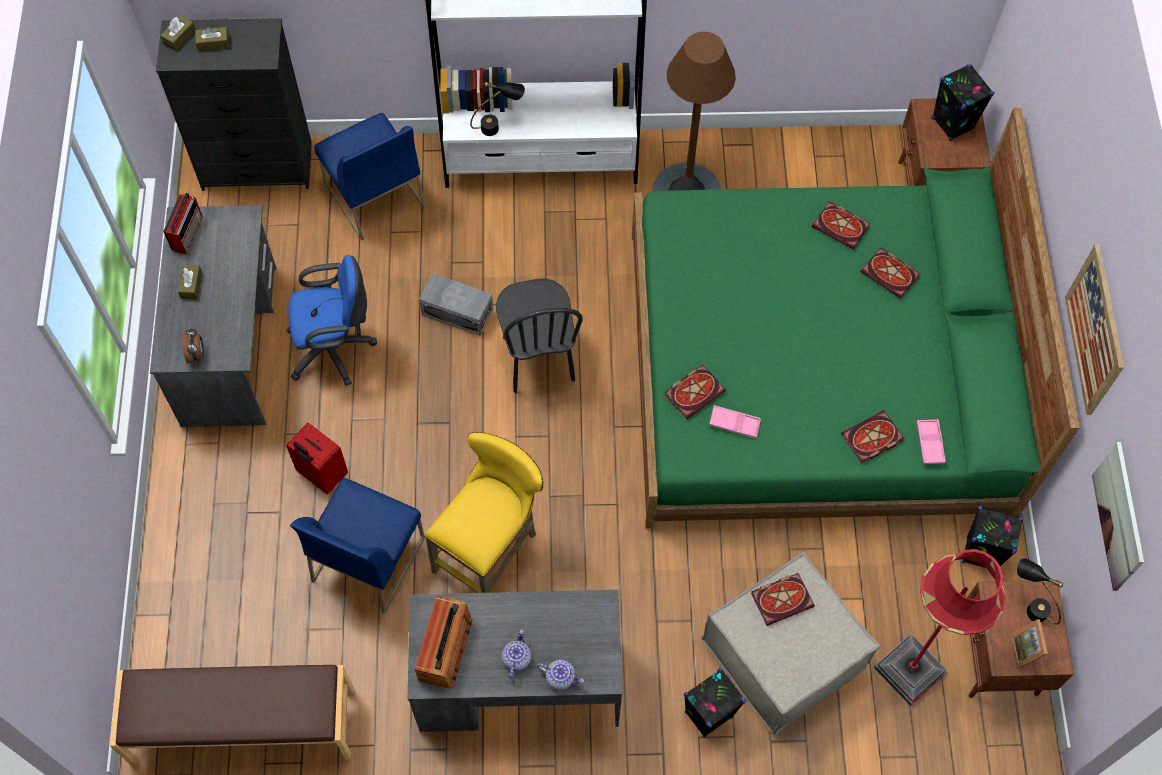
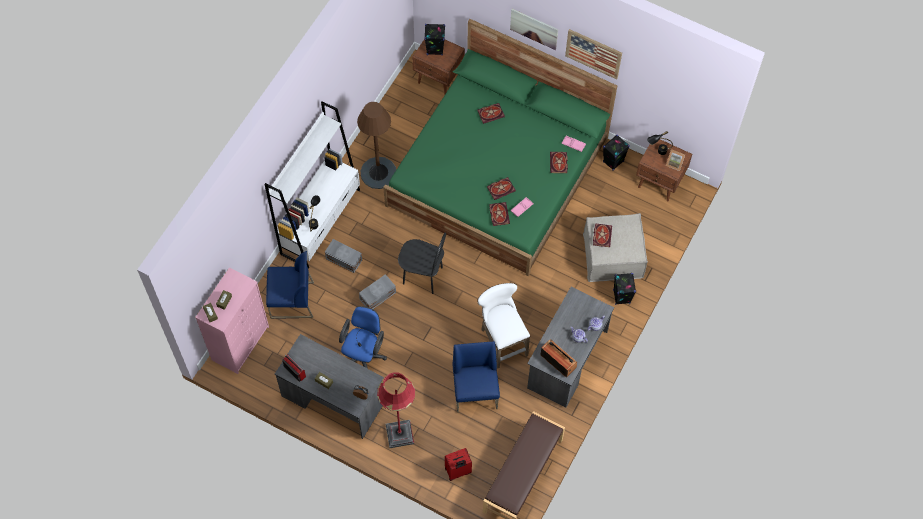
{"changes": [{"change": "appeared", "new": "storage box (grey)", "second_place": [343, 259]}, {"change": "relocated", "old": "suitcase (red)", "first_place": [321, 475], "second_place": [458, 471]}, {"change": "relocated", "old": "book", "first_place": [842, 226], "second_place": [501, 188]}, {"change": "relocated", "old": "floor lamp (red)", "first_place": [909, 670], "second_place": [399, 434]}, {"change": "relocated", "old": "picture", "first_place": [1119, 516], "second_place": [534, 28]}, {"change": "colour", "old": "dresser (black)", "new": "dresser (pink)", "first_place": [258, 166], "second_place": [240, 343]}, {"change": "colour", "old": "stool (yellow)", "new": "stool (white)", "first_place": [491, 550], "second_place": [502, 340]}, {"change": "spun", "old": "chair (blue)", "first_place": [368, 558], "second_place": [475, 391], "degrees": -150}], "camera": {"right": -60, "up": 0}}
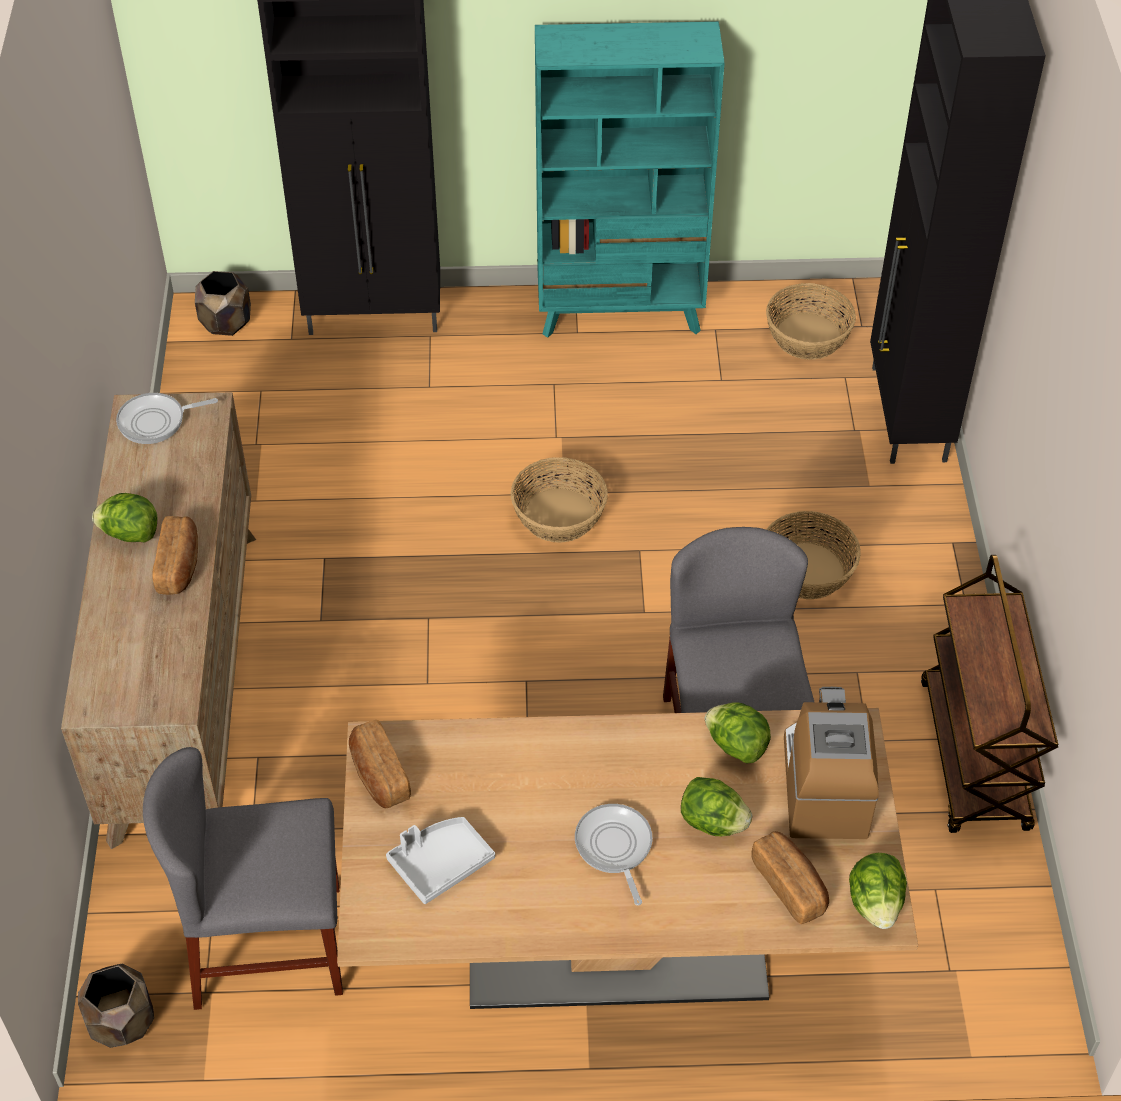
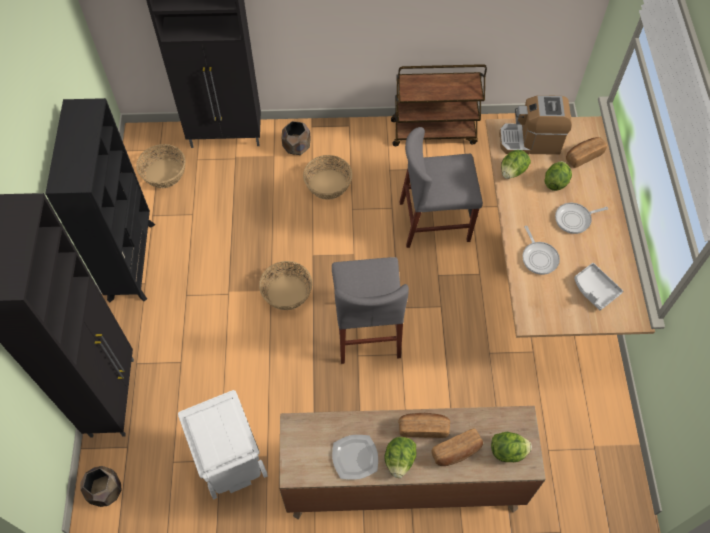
{"changes": [{"change": "appeared", "new": "trash can (white)", "second_place": [232, 465]}, {"change": "appeared", "new": "plate", "second_place": [355, 458]}, {"change": "relocated", "old": "planter (brown)", "first_place": [122, 1023], "second_place": [297, 147]}, {"change": "relocated", "old": "frying pan", "first_place": [156, 421], "second_place": [539, 257]}, {"change": "relocated", "old": "chair (grey)", "first_place": [269, 946], "second_place": [367, 329]}, {"change": "relocated", "old": "bread", "first_place": [379, 775], "second_place": [456, 452]}, {"change": "relocated", "old": "lettuce", "first_place": [875, 903], "second_place": [508, 451]}, {"change": "colour", "old": "bookcase (turquoise)", "new": "bookcase (black)", "first_place": [621, 313], "second_place": [132, 260]}], "camera": {"right": -90, "up": 10}}
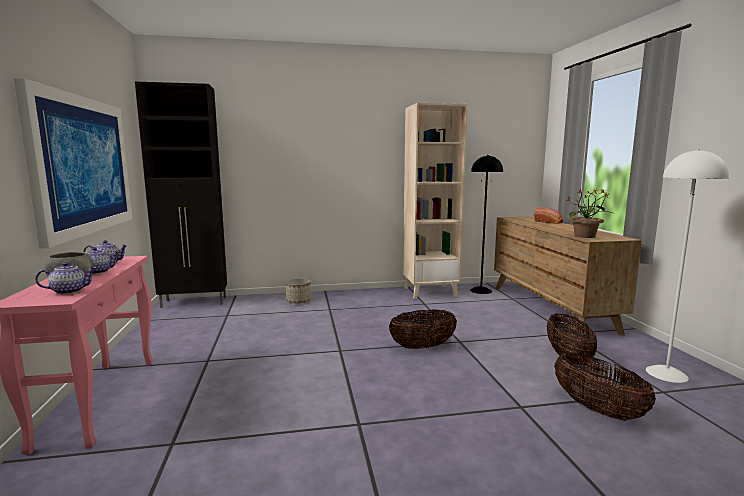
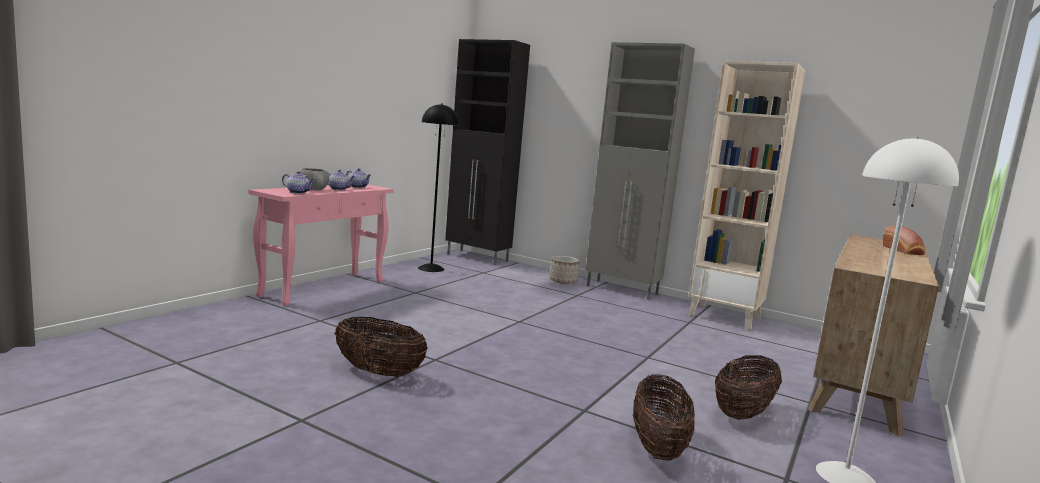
{"changes": [{"change": "missing", "old": "picture", "first_place": [83, 165]}, {"change": "missing", "old": "potted plant", "first_place": [585, 236]}, {"change": "appeared", "new": "cabinet (grey)", "second_place": [622, 290]}, {"change": "relocated", "old": "basket", "first_place": [422, 347], "second_place": [379, 372]}, {"change": "relocated", "old": "floor lamp (black)", "first_place": [481, 290], "second_place": [431, 268]}], "camera": {"right": 40, "up": 0}}
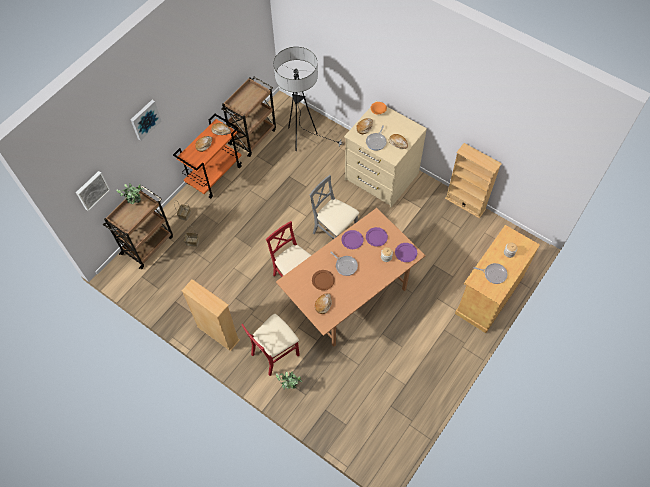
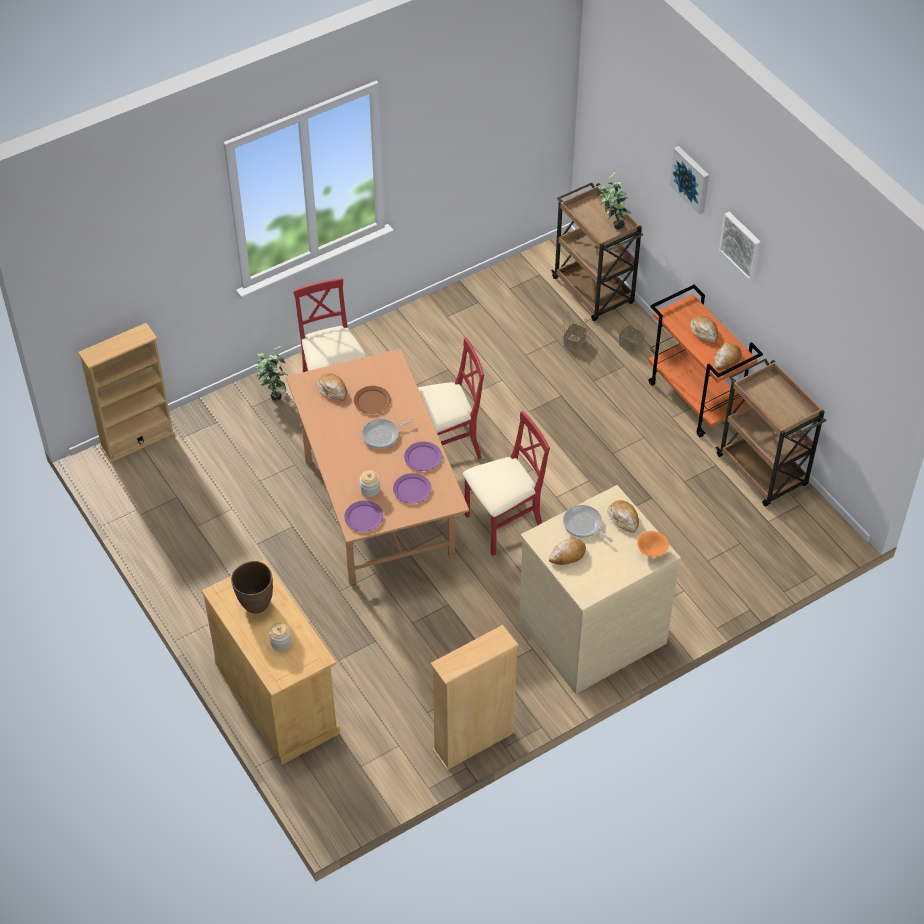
{"changes": [{"change": "missing", "old": "floor lamp", "first_place": [302, 139]}, {"change": "relocated", "old": "picture", "first_place": [92, 190], "second_place": [742, 245]}, {"change": "relocated", "old": "bookcase (beige)", "first_place": [218, 333], "second_place": [137, 440]}, {"change": "exchanged", "old": "frying pan", "new": "vase (brown)", "first_place": [493, 274], "second_place": [256, 604]}, {"change": "colour", "old": "chair (grey)", "new": "chair (red)", "first_place": [334, 233], "second_place": [503, 524]}], "camera": {"right": 110, "up": -10}}
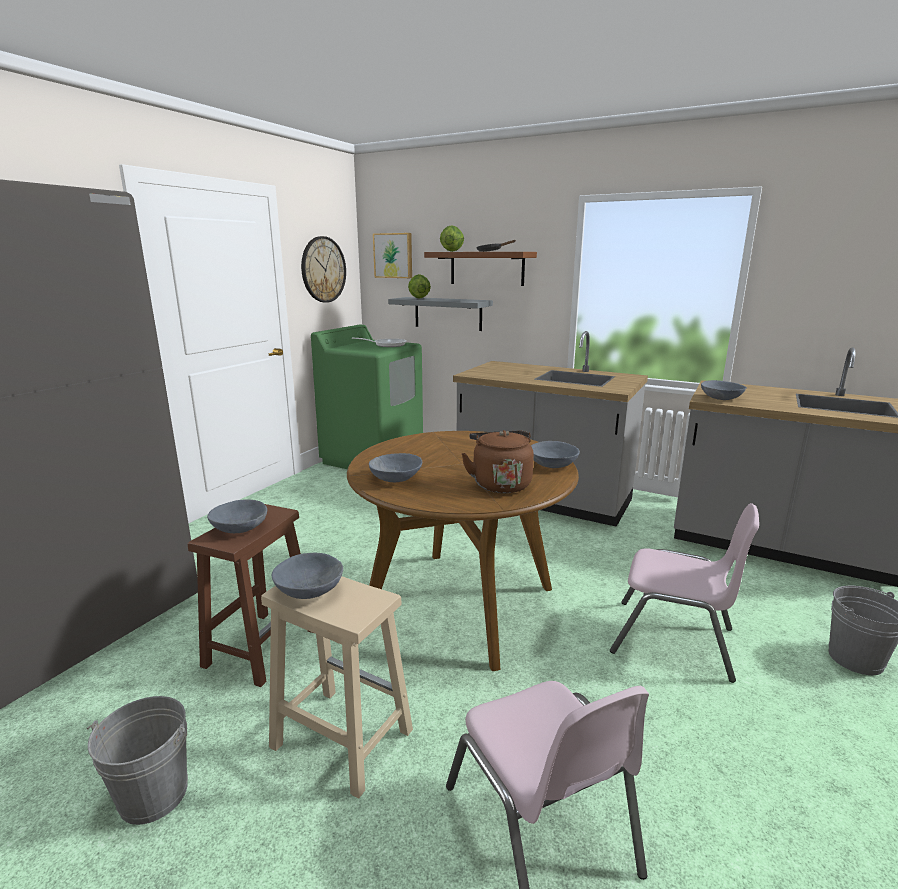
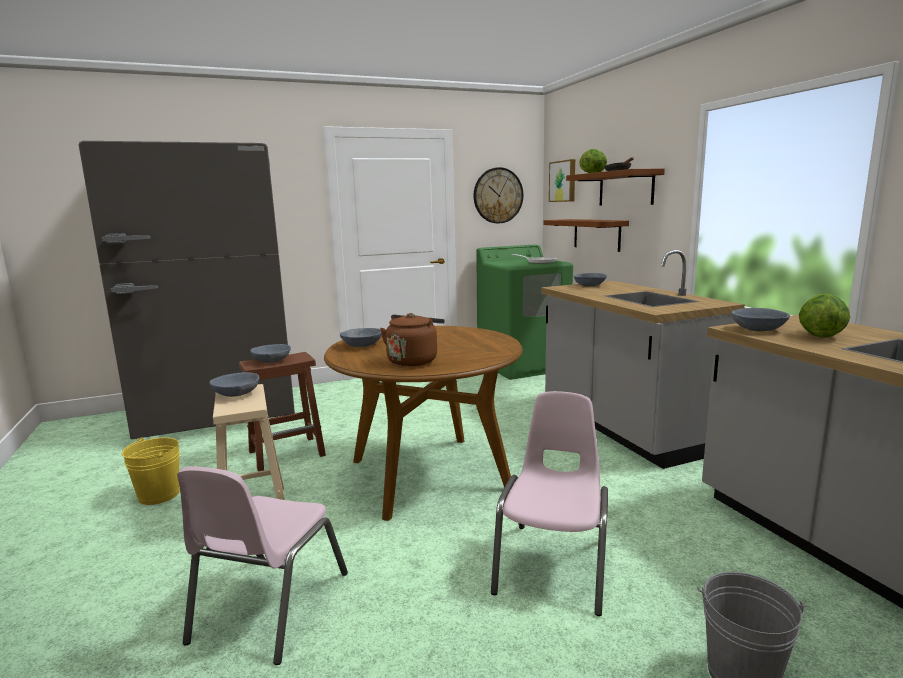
{"changes": [{"change": "relocated", "old": "lettuce", "first_place": [418, 298], "second_place": [819, 336]}, {"change": "relocated", "old": "bowl (grey)", "first_place": [553, 465], "second_place": [590, 286]}, {"change": "colour", "old": "bucket (grey)", "new": "bucket (yellow)", "first_place": [153, 795], "second_place": [159, 495]}, {"change": "colour", "old": "shelf (grey)", "new": "shelf (brown)", "first_place": [448, 313], "second_place": [596, 234]}, {"change": "spun", "old": "chair (pink)", "first_place": [673, 640], "second_place": [554, 565], "degrees": -135}], "camera": {"right": 40, "up": -5}}
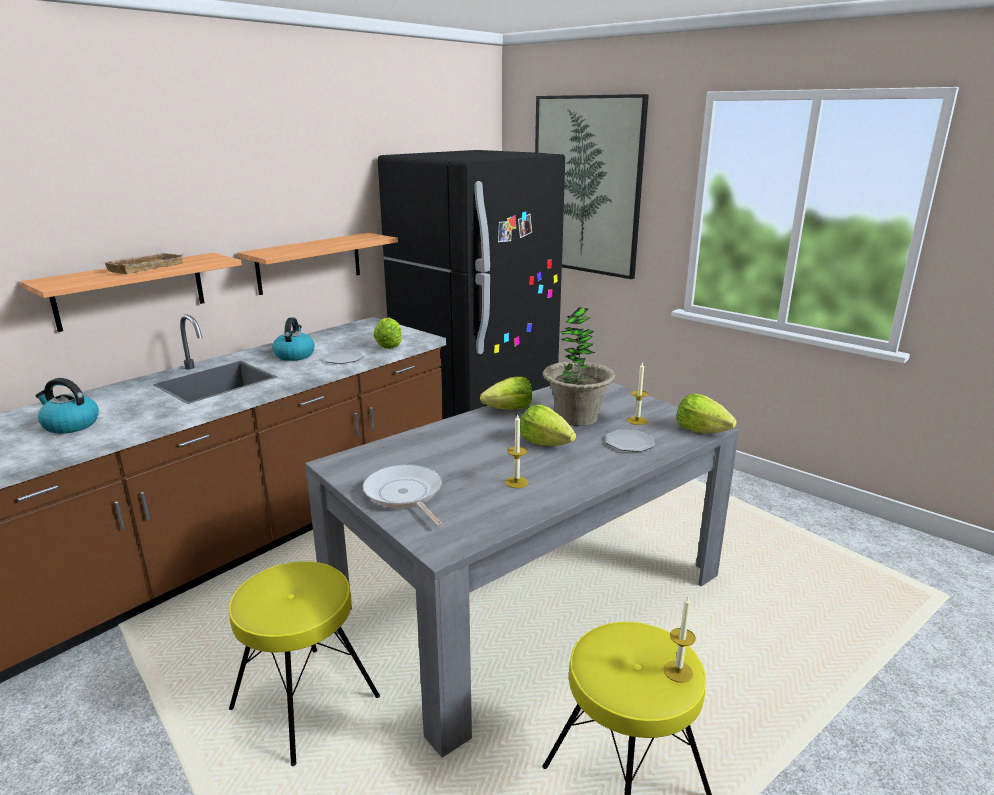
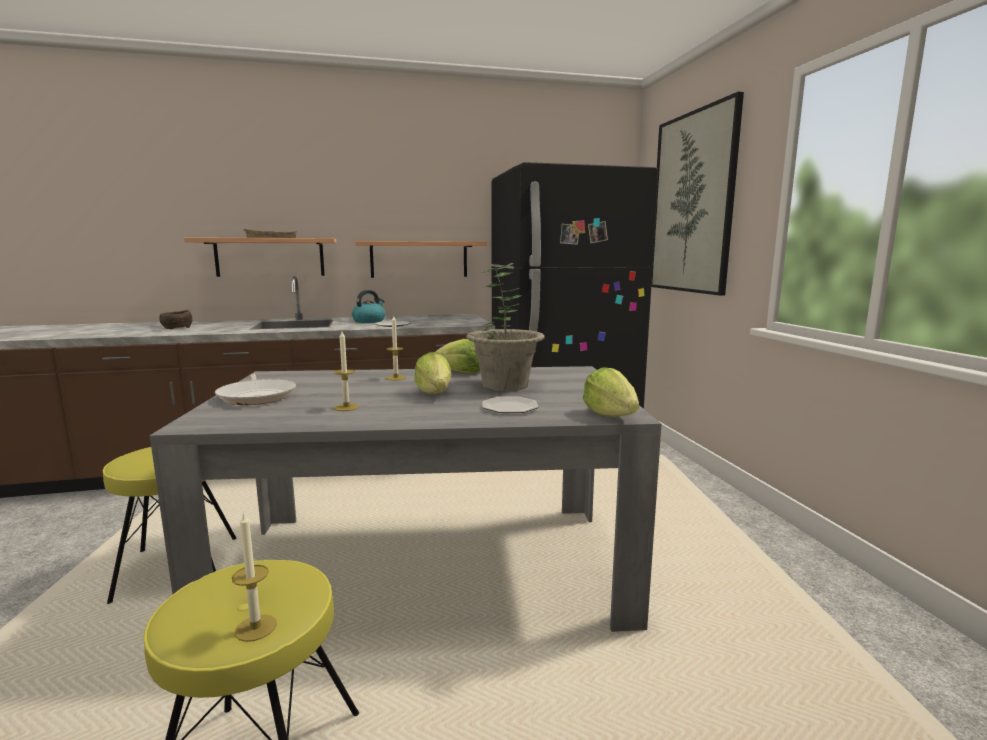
{"changes": [{"change": "missing", "old": "lettuce", "first_place": [389, 345]}, {"change": "relocated", "old": "candle", "first_place": [637, 421], "second_place": [396, 378]}, {"change": "exchanged", "old": "kettle", "new": "bowl (brown)", "first_place": [70, 425], "second_place": [176, 328]}, {"change": "spun", "old": "frying pan", "first_place": [405, 495], "second_place": [257, 396], "degrees": 150}], "camera": {"right": 35, "up": -10}}
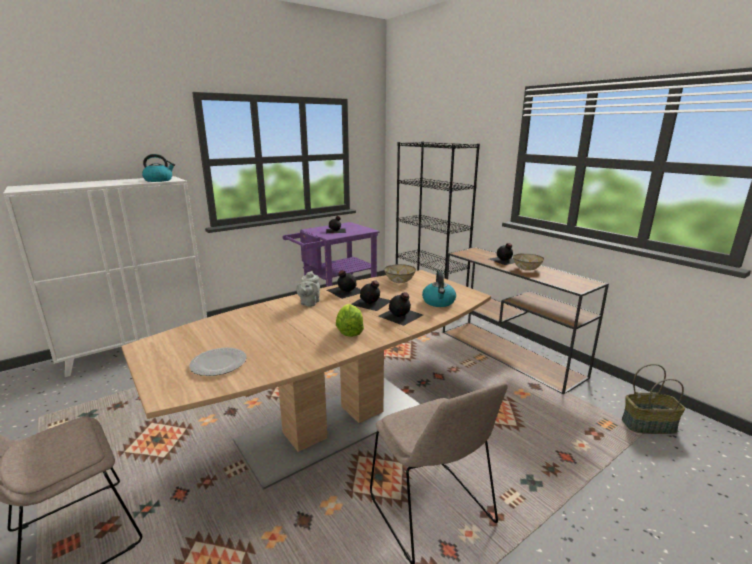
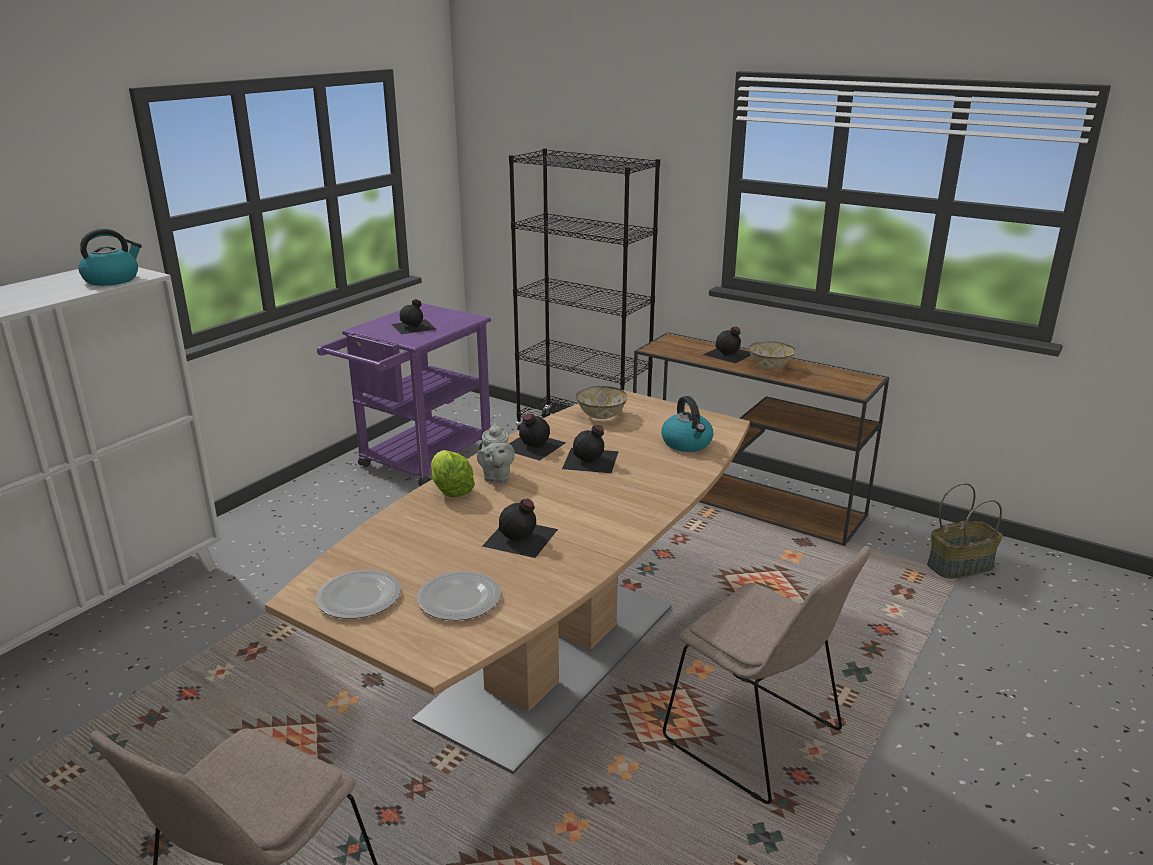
{"changes": [{"change": "appeared", "new": "plate", "second_place": [358, 597]}, {"change": "relocated", "old": "lettuce", "first_place": [349, 331], "second_place": [450, 489]}, {"change": "relocated", "old": "bottle (black)", "first_place": [400, 315], "second_place": [521, 538]}], "camera": {"right": -20, "up": 5}}
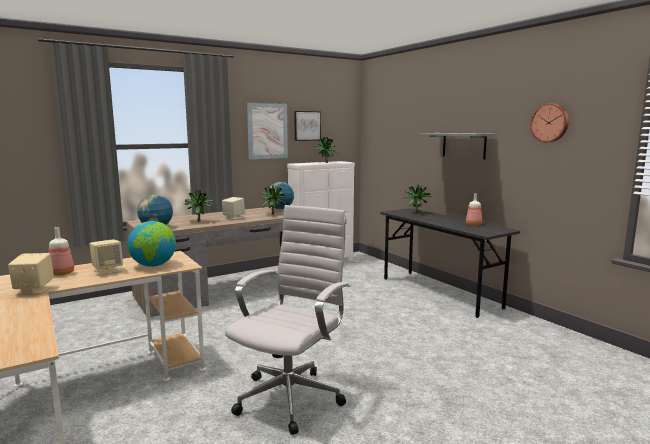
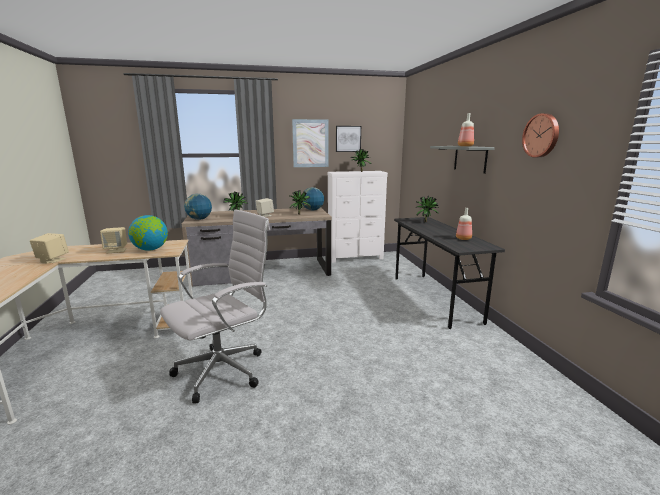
{"changes": [{"change": "relocated", "old": "bottle", "first_place": [61, 273], "second_place": [465, 146]}], "camera": {"right": 20, "up": 5}}
